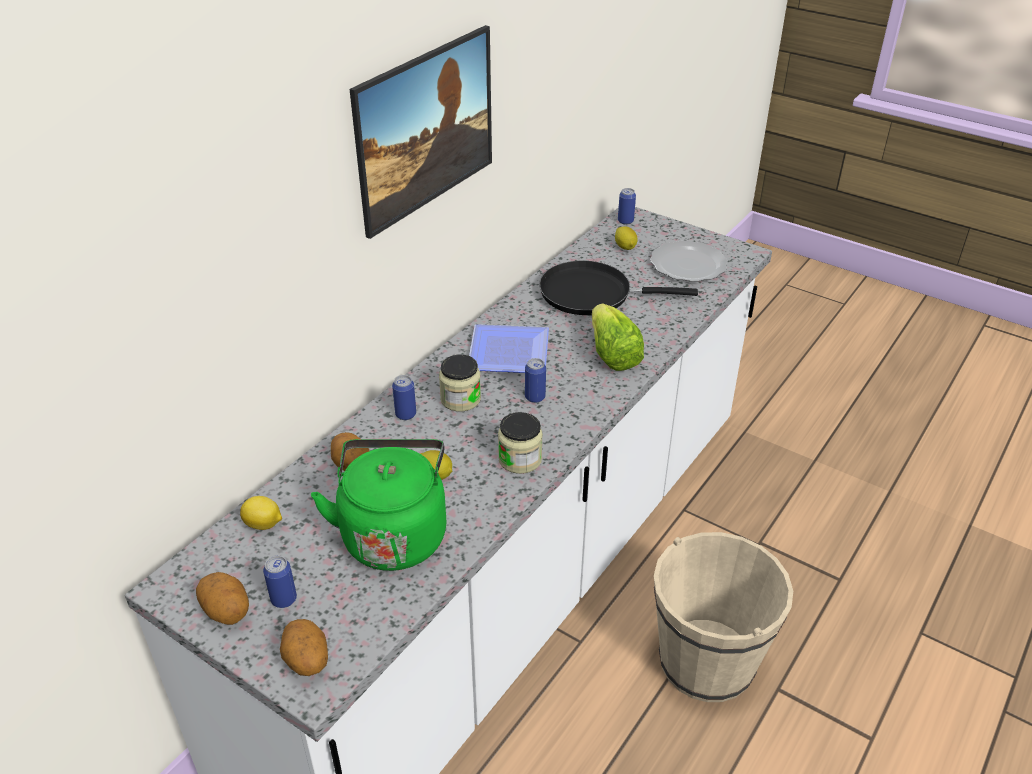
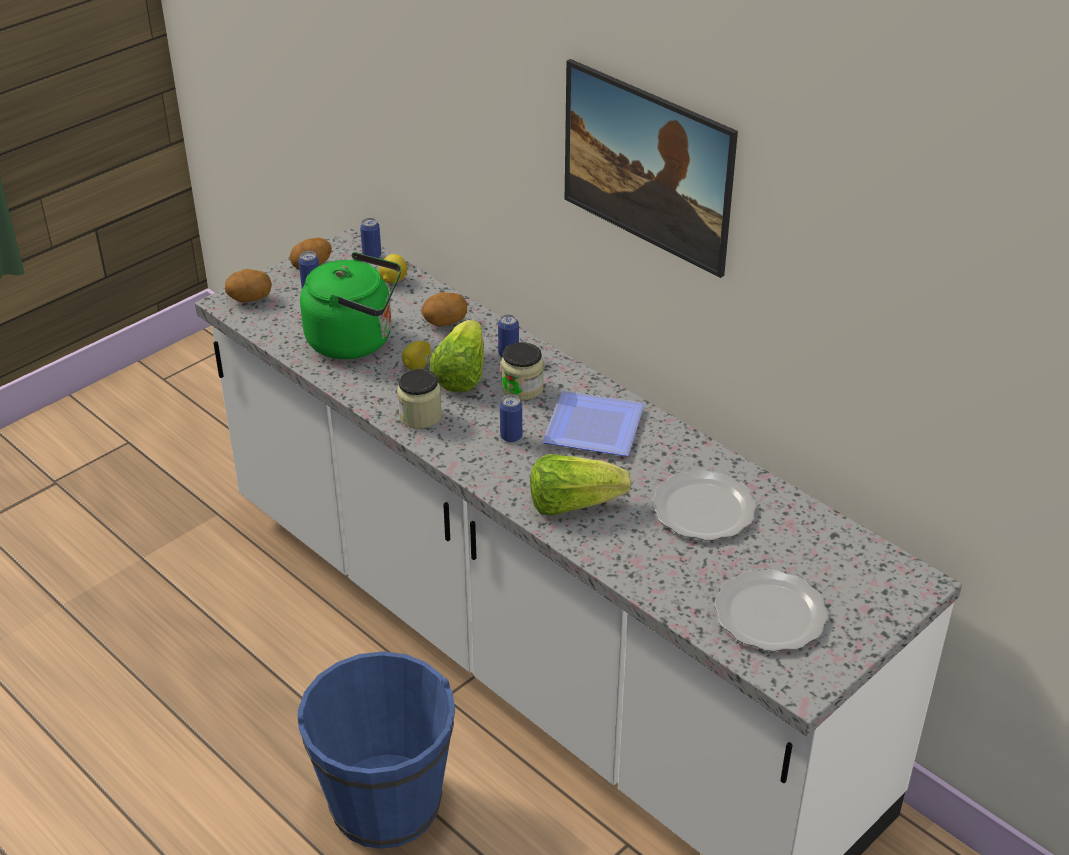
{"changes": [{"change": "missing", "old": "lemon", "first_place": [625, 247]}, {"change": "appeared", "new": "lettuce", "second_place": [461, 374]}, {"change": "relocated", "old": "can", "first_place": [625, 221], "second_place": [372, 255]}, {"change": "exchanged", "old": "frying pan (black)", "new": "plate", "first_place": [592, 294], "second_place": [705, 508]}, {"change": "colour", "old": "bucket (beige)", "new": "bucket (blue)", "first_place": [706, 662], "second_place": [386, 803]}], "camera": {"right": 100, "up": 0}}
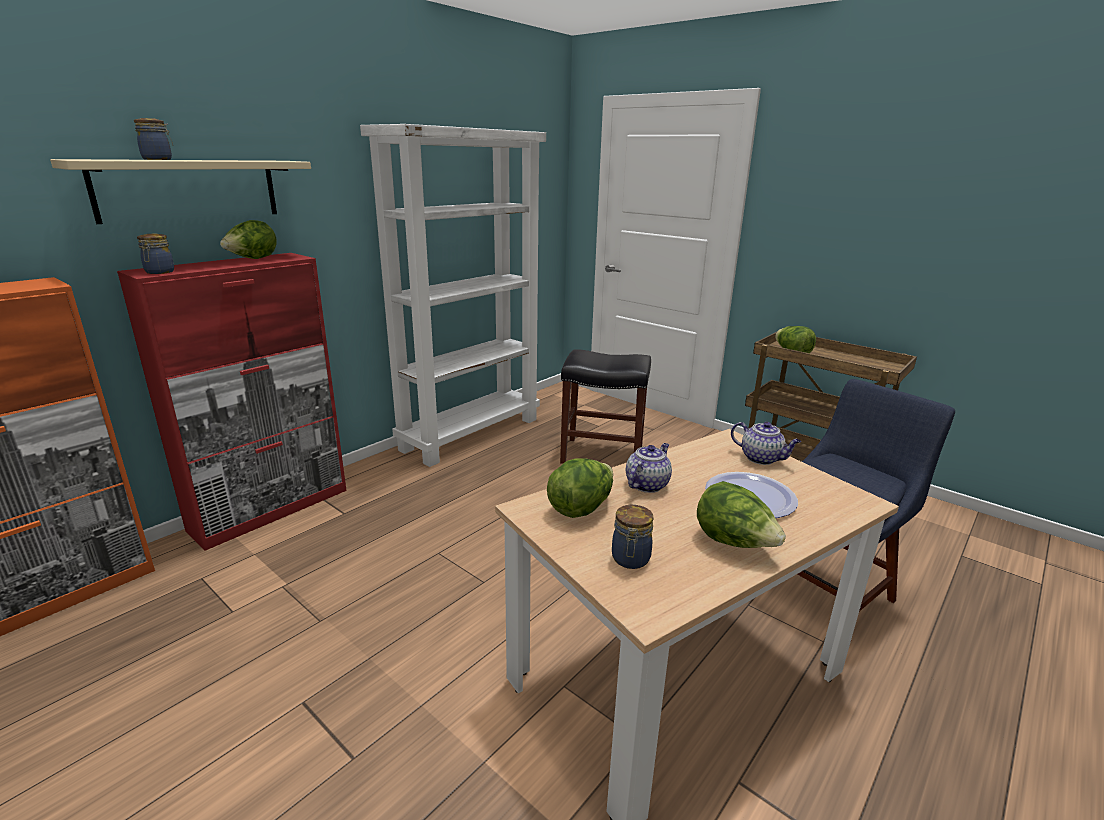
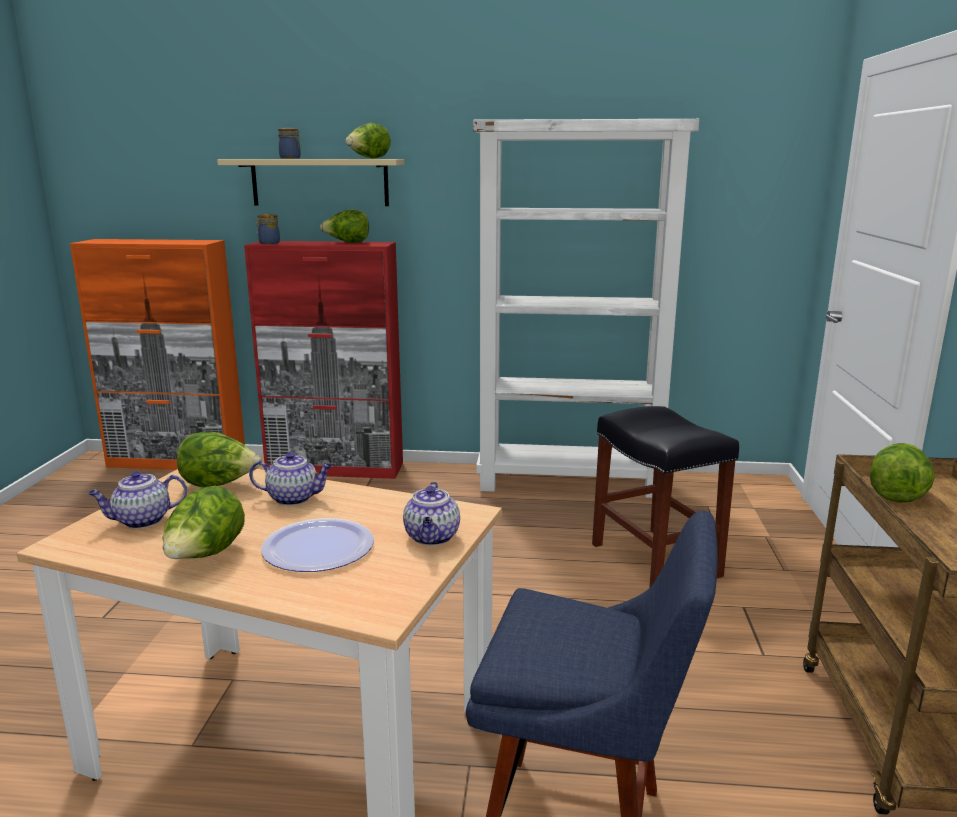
{"changes": [{"change": "appeared", "new": "lettuce", "second_place": [368, 158]}, {"change": "exchanged", "old": "jar", "new": "teapot", "first_place": [630, 559], "second_place": [141, 521]}], "camera": {"right": 55, "up": -5}}
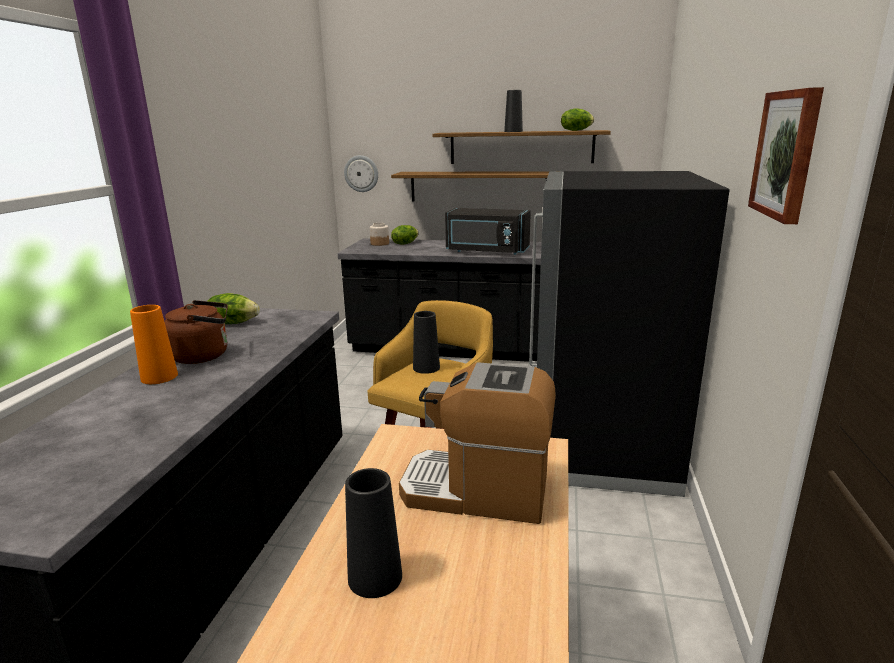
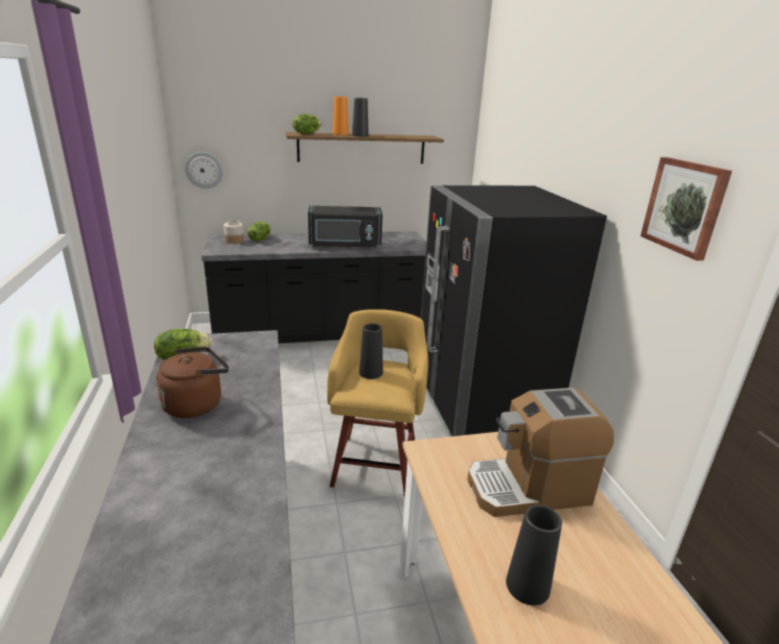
{"changes": [{"change": "missing", "old": "shelf", "first_place": [478, 186]}, {"change": "relocated", "old": "vase (orange)", "first_place": [159, 377], "second_place": [340, 134]}, {"change": "relocated", "old": "lettuce", "first_place": [576, 130], "second_place": [306, 133]}], "camera": {"right": -25, "up": 5}}
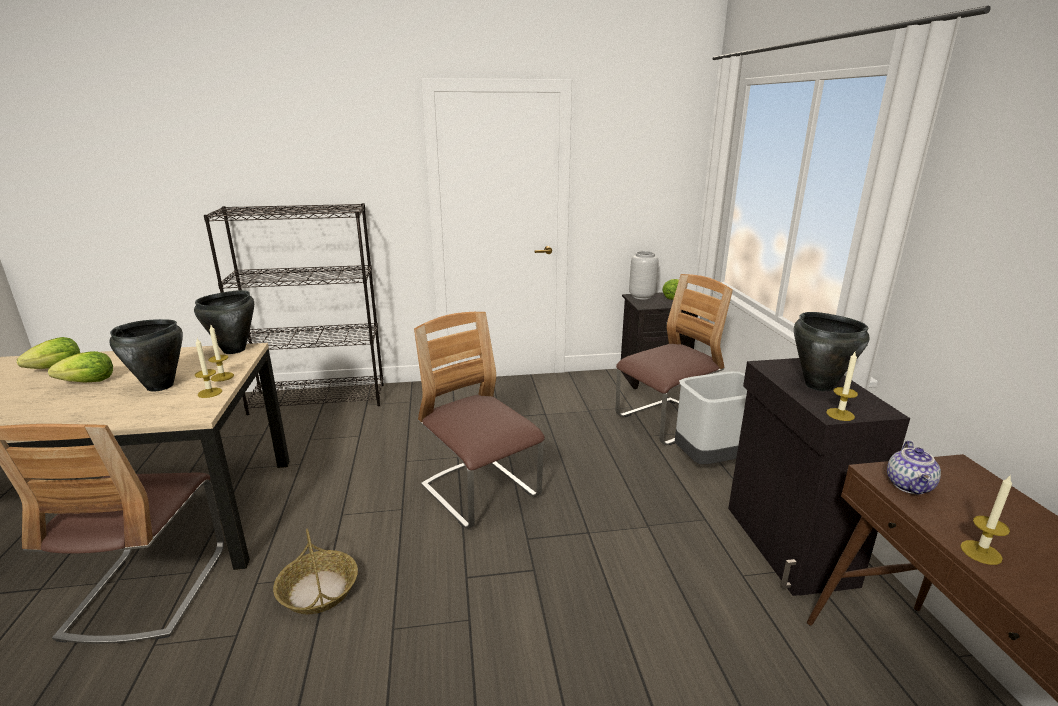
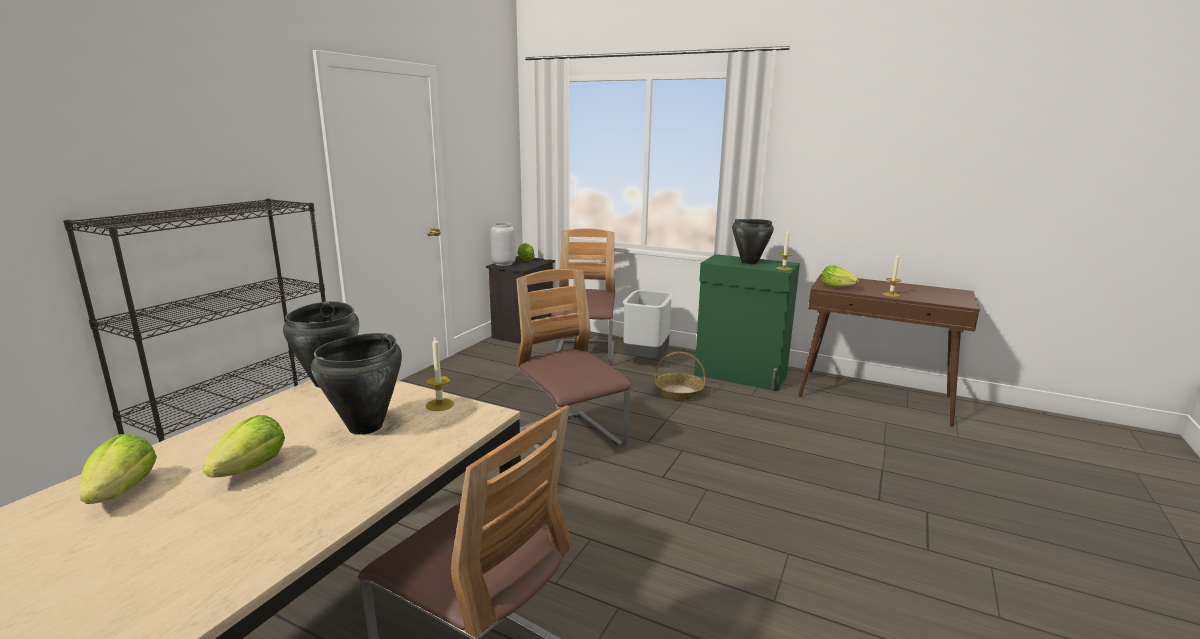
{"changes": [{"change": "missing", "old": "candle", "first_place": [222, 377]}, {"change": "relocated", "old": "basket", "first_place": [319, 591], "second_place": [679, 392]}, {"change": "exchanged", "old": "teapot", "new": "lettuce", "first_place": [910, 486], "second_place": [837, 287]}, {"change": "colour", "old": "cabinet (black)", "new": "cabinet (green)", "first_place": [787, 545], "second_place": [741, 375]}, {"change": "spun", "old": "chair", "first_place": [480, 493], "second_place": [570, 440], "degrees": 60}], "camera": {"right": -55, "up": -5}}
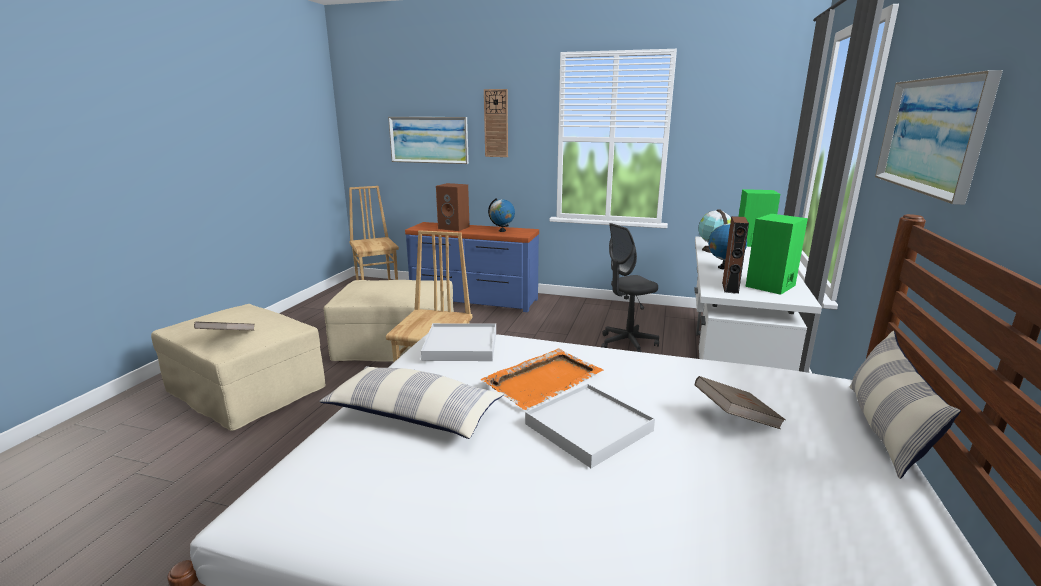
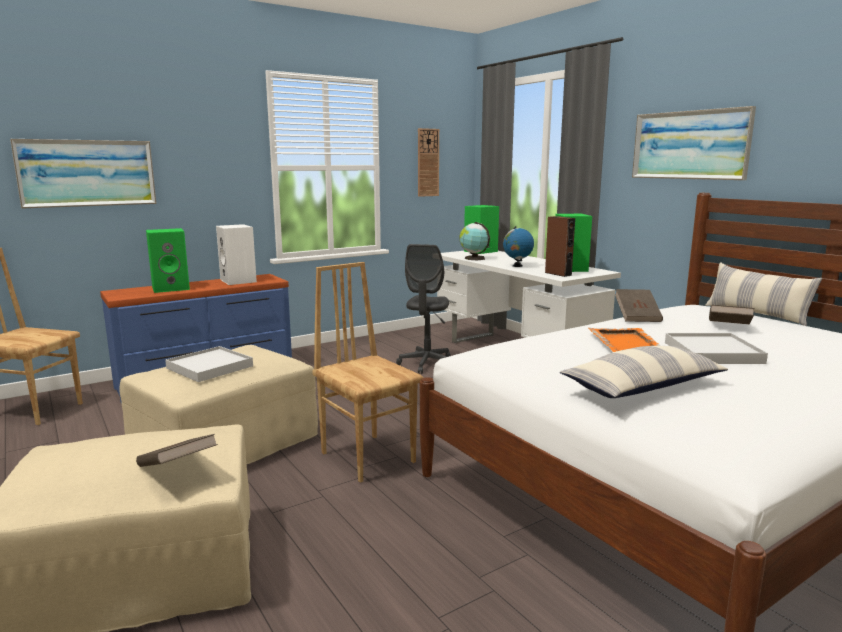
{"changes": [{"change": "appeared", "new": "book (brown)", "second_place": [637, 317]}, {"change": "relocated", "old": "tray (white)", "first_place": [460, 346], "second_place": [209, 367]}, {"change": "relocated", "old": "wall clock", "first_place": [496, 123], "second_place": [428, 162]}, {"change": "exchanged", "old": "globe", "new": "speaker (white)", "first_place": [502, 231], "second_place": [239, 281]}, {"change": "colour", "old": "speaker (brown)", "new": "speaker (green)", "first_place": [454, 228], "second_place": [171, 288]}], "camera": {"right": -50, "up": -5}}
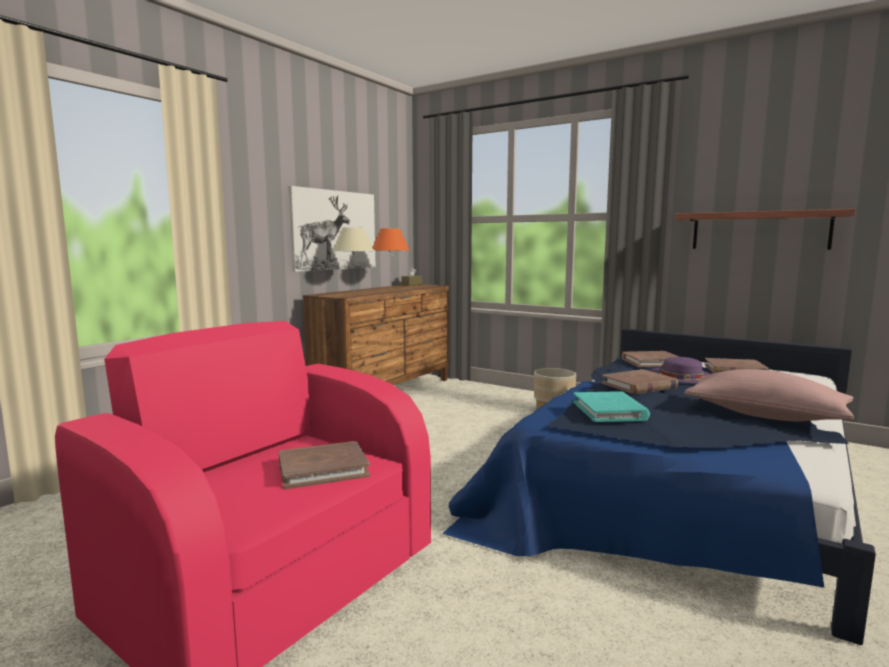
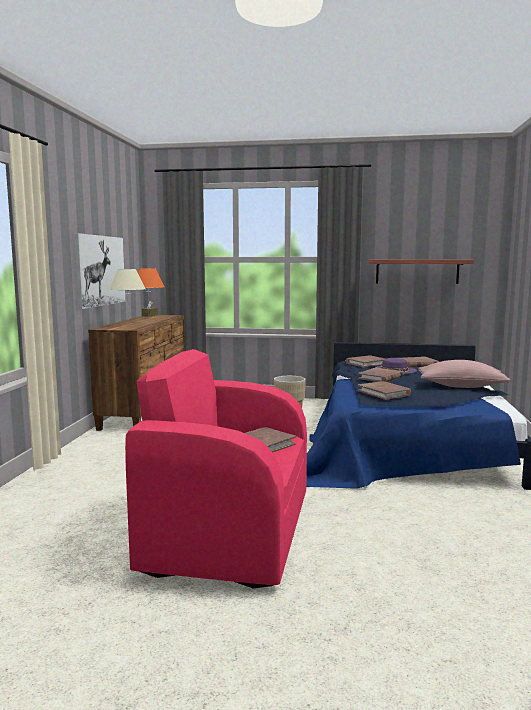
{"changes": [{"change": "colour", "old": "book (turquoise)", "new": "book (brown)", "first_place": [609, 410], "second_place": [384, 393]}], "camera": {"right": -25, "up": 0}}
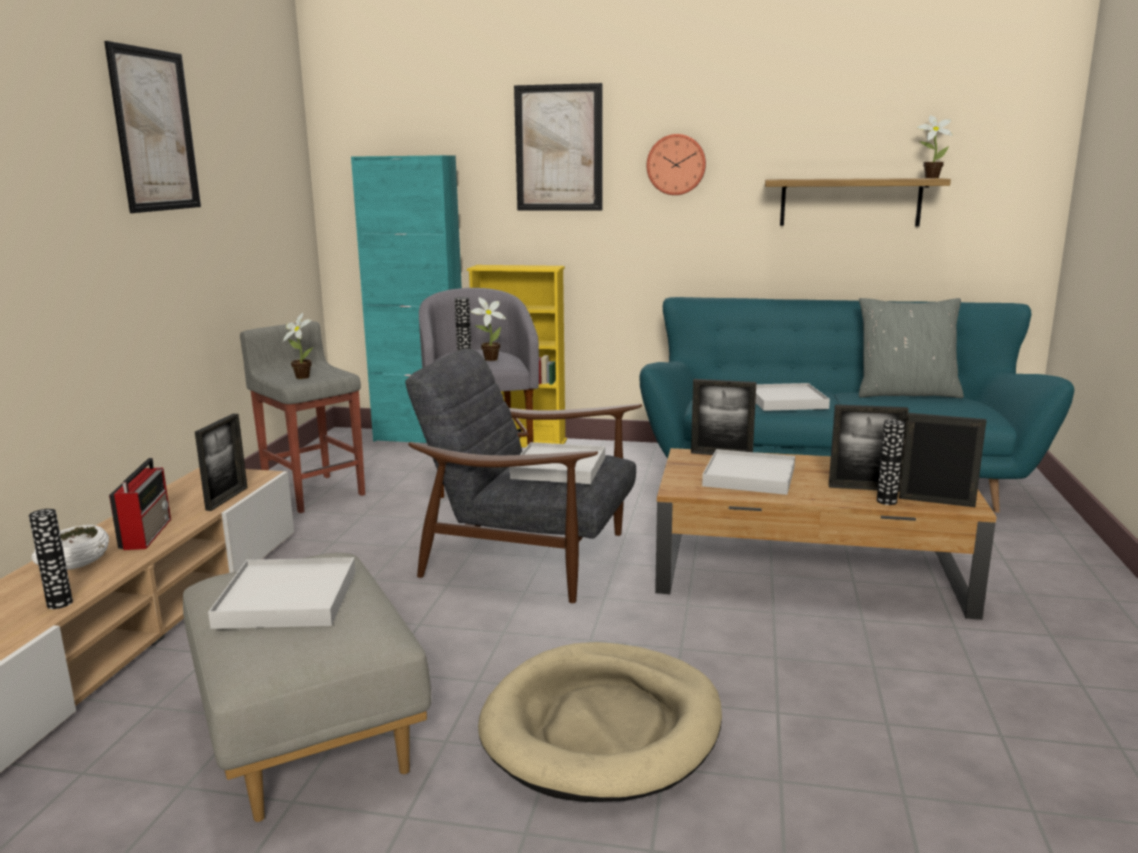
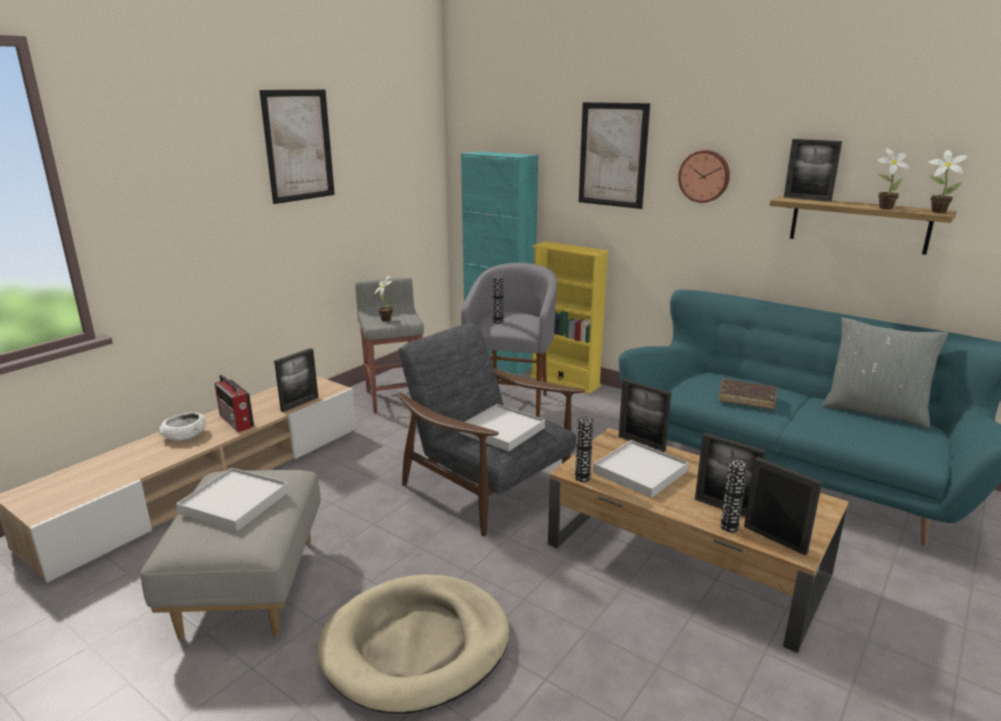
{"changes": [{"change": "appeared", "new": "picture frame", "second_place": [807, 199]}, {"change": "relocated", "old": "vase", "first_place": [59, 603], "second_place": [582, 478]}, {"change": "relocated", "old": "potted plant", "first_place": [488, 359], "second_place": [883, 208]}, {"change": "exchanged", "old": "tray (white)", "new": "book (brown)", "first_place": [786, 401], "second_place": [746, 399]}, {"change": "spun", "old": "radio", "first_place": [147, 533], "second_place": [236, 422], "degrees": 120}], "camera": {"right": 25, "up": 5}}
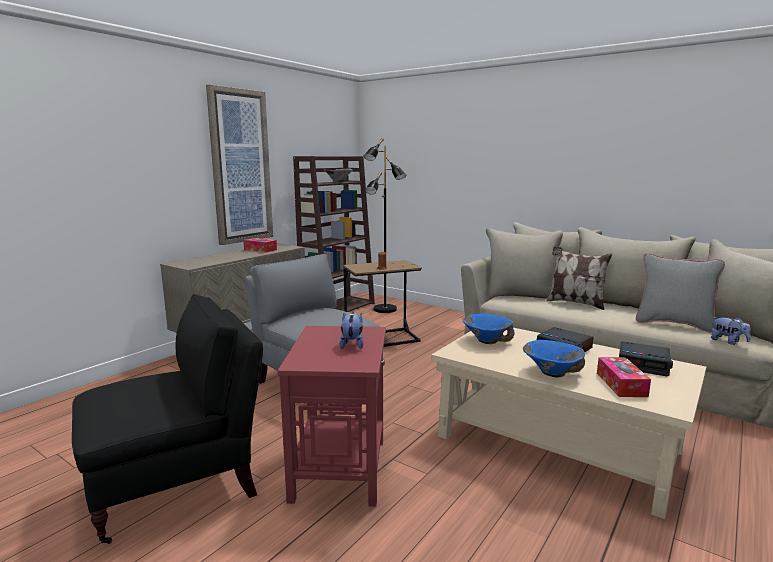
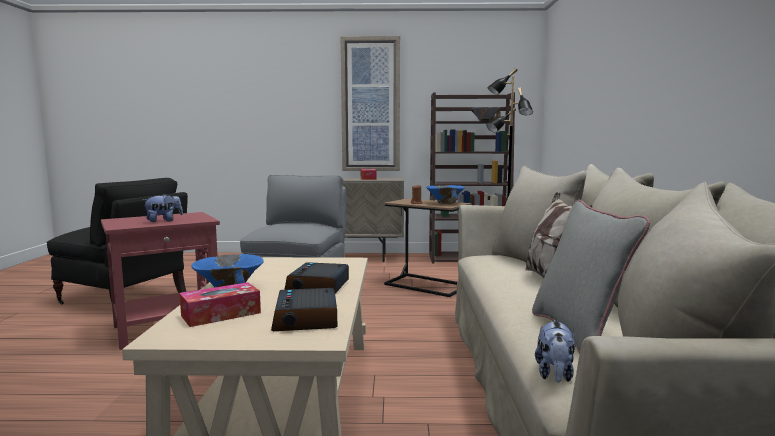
{"changes": [{"change": "relocated", "old": "bowl (blue)", "first_place": [487, 341], "second_place": [445, 203]}], "camera": {"right": 55, "up": -5}}
